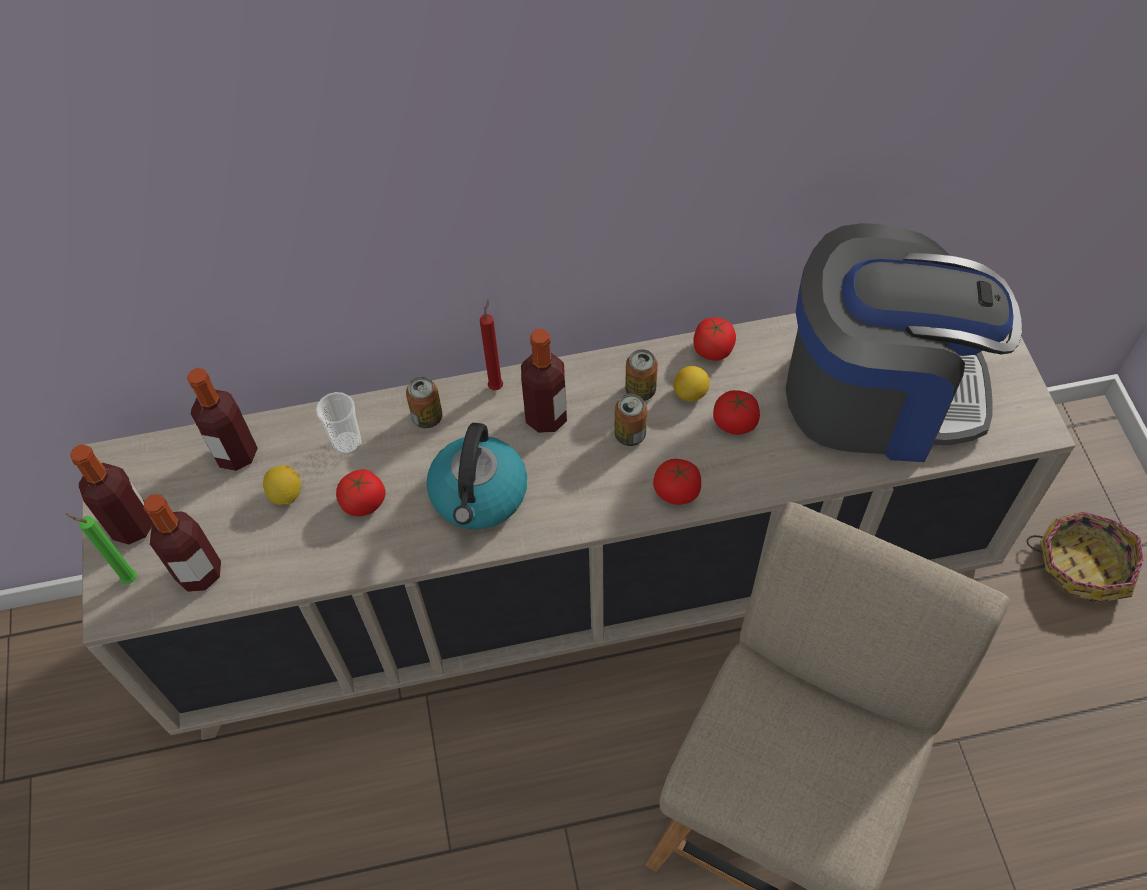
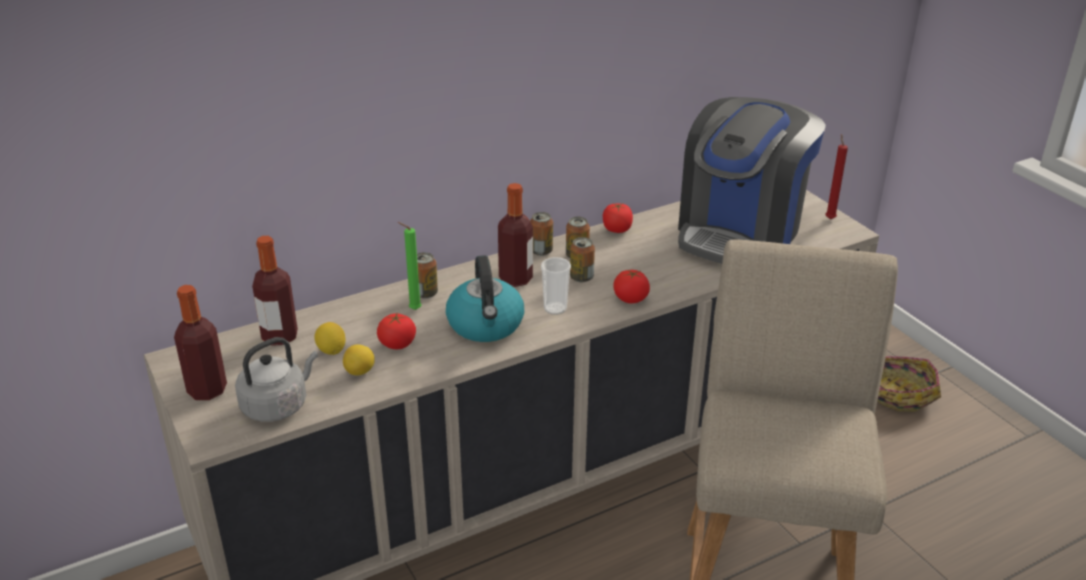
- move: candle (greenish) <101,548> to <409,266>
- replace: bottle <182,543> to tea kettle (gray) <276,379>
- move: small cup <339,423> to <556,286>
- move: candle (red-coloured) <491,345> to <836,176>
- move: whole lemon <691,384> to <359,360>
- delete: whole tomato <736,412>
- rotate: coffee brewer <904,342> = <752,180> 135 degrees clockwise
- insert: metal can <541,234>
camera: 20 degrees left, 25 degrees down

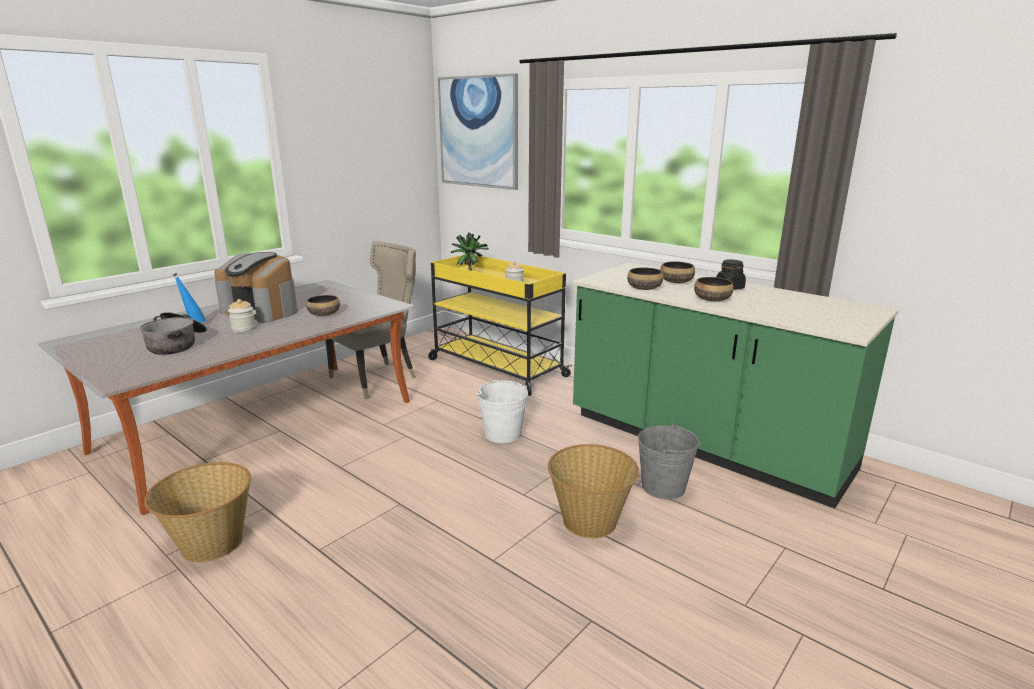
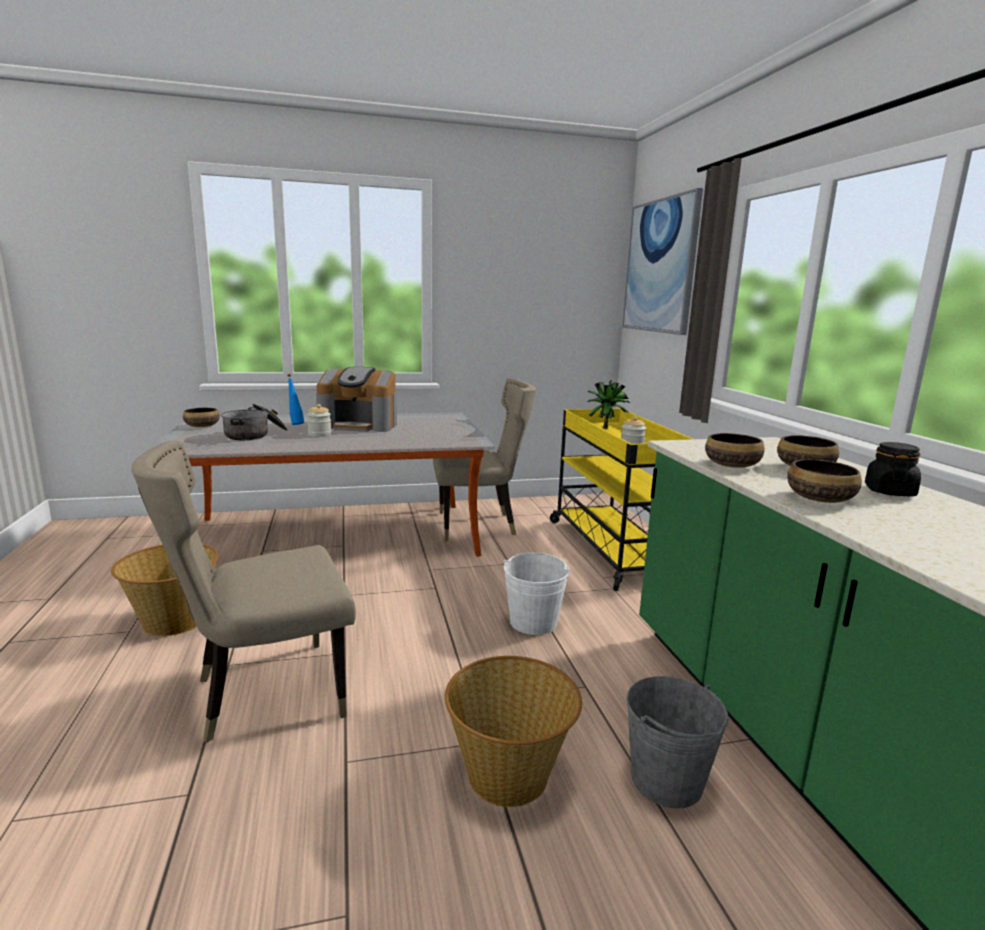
- rotate: coffee brewer <256,287> = <356,399> 60 degrees counterclockwise
- move: bowl <323,305> to <201,417>
- insert: plain chair (beige) <244,591>
camera: 35 degrees right, 5 degrees down

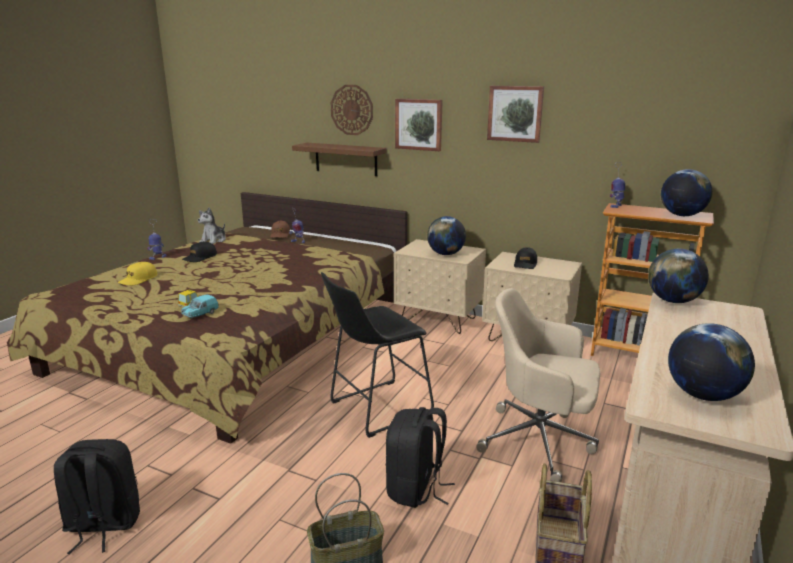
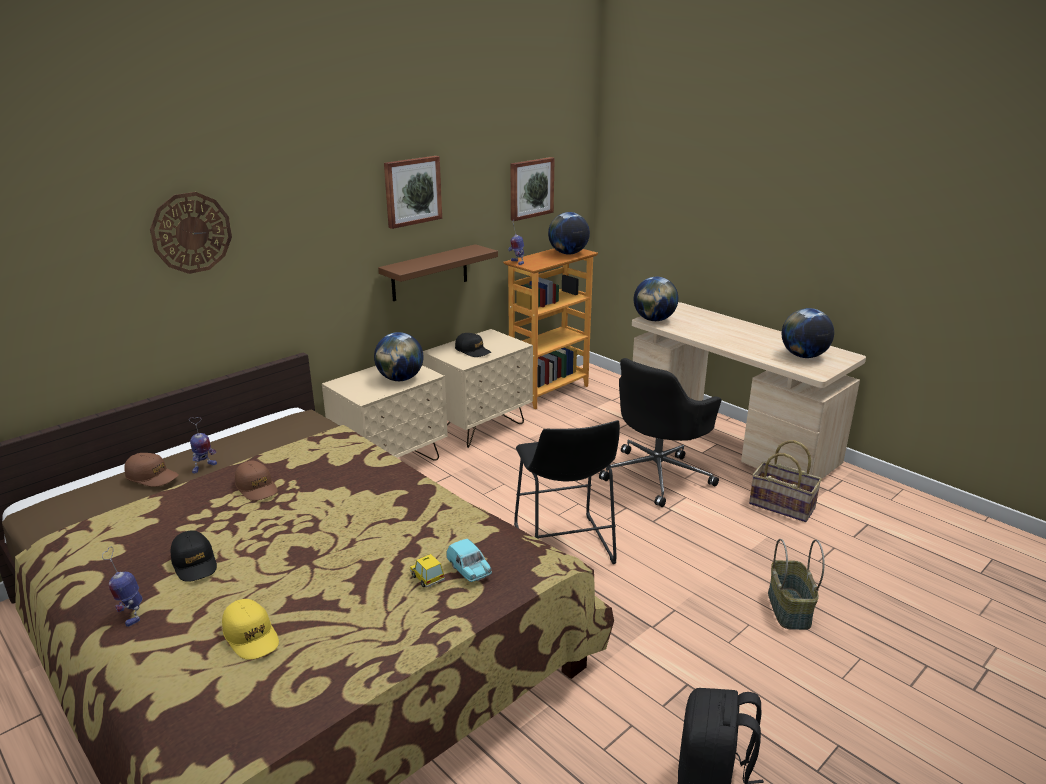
- delete: cuddly toy <212,225>
- move: wall shelf (brown) <339,159> to <438,272>
- delete: backpack (black) <420,457>
- move: picture <419,125> to <533,189>
- recolor: desk chair (beige) <538,385> to desk chair (black) <660,432>
- insert: baseball cap (brown) <256,481>
camera: 70 degrees left, 5 degrees up

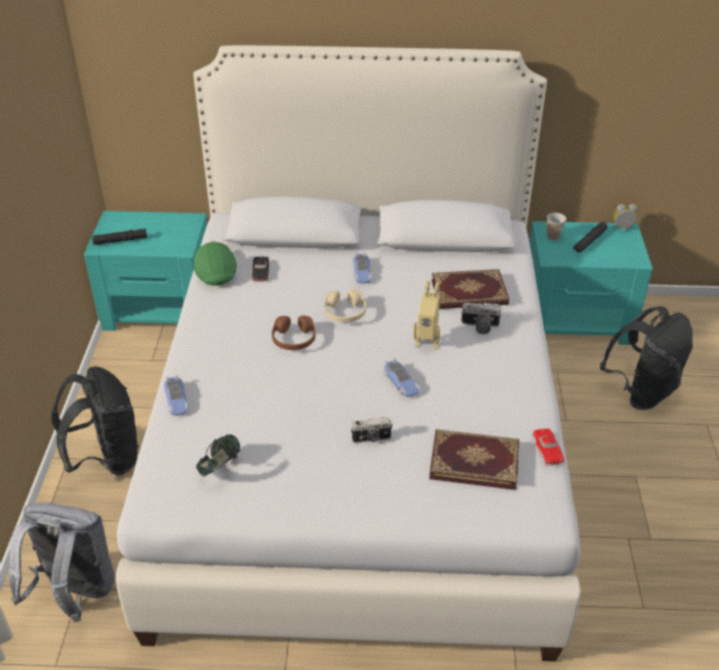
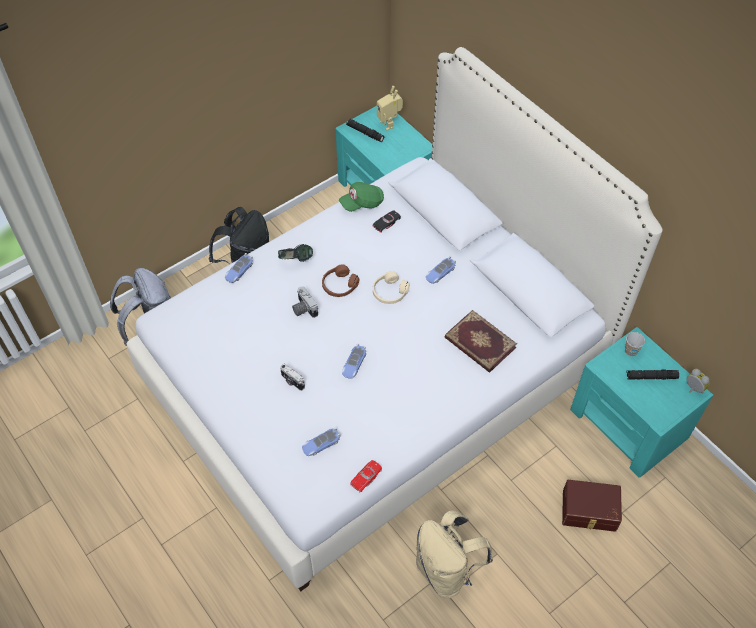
- rotate: baseball cap (greenish) <215,263> = <361,197> 150 degrees counterclockwise
- move: pair of headphones <218,455> to <295,253>
- move: toy robot <426,315> to <390,108>
- replace: bound book <474,459> to toy car <321,441>
- move: still camera <481,318> to <305,302>
- replace: backpack (black) <646,358> to storage bin (brown) <592,506>
- insert: backpack (beige) <454,554>
camera: 50 degrees right, 15 degrees up

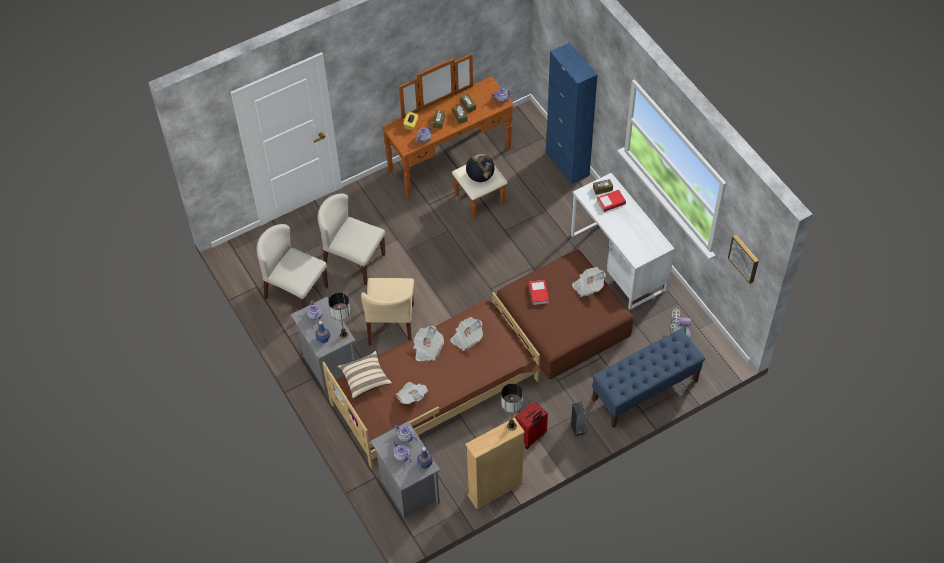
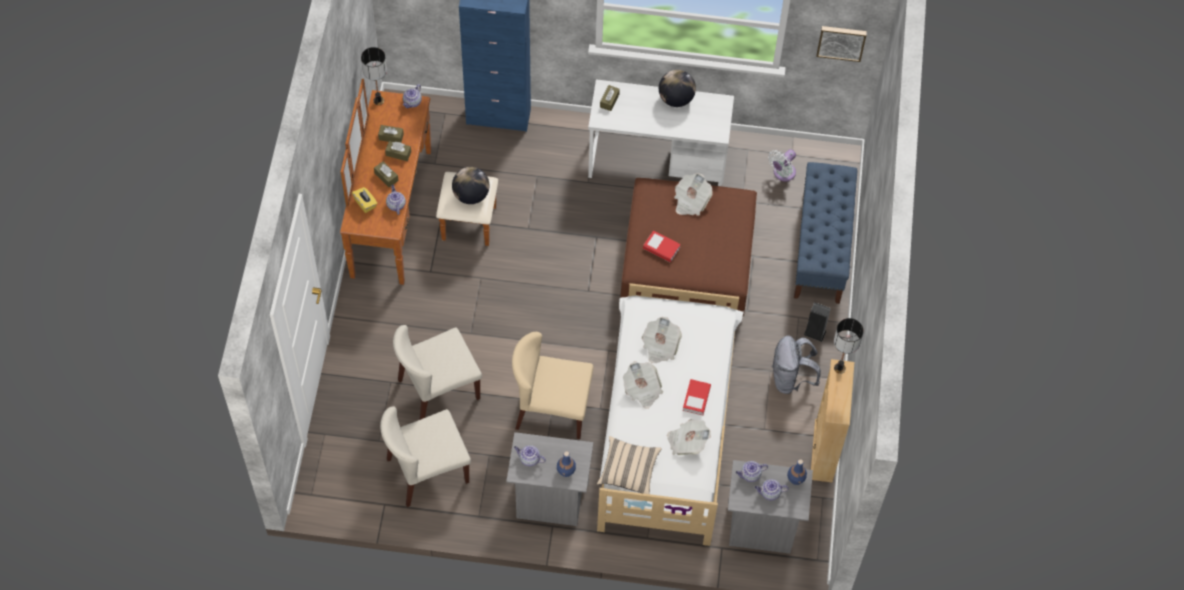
- recolor: bed (brown) <431,380> to bed (whitish) <670,414>
- move: lamp for a table <339,316> to <374,76>
- rotate: plain chair (beige) <387,312> = <553,385> 150 degrees clockwise
- replace: travel case (red-coloured) <531,425> to backpack (gray) <796,364>
- move: bound book <611,201> to <697,397>
- insert: globe <677,88>
camera: 55 degrees left, 5 degrees up

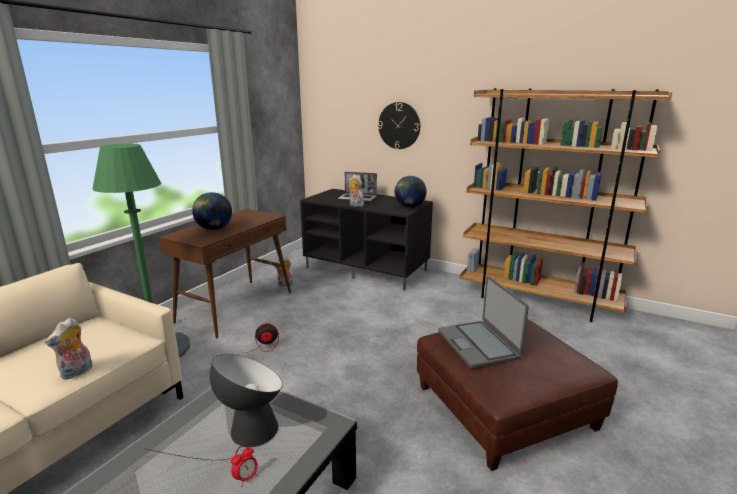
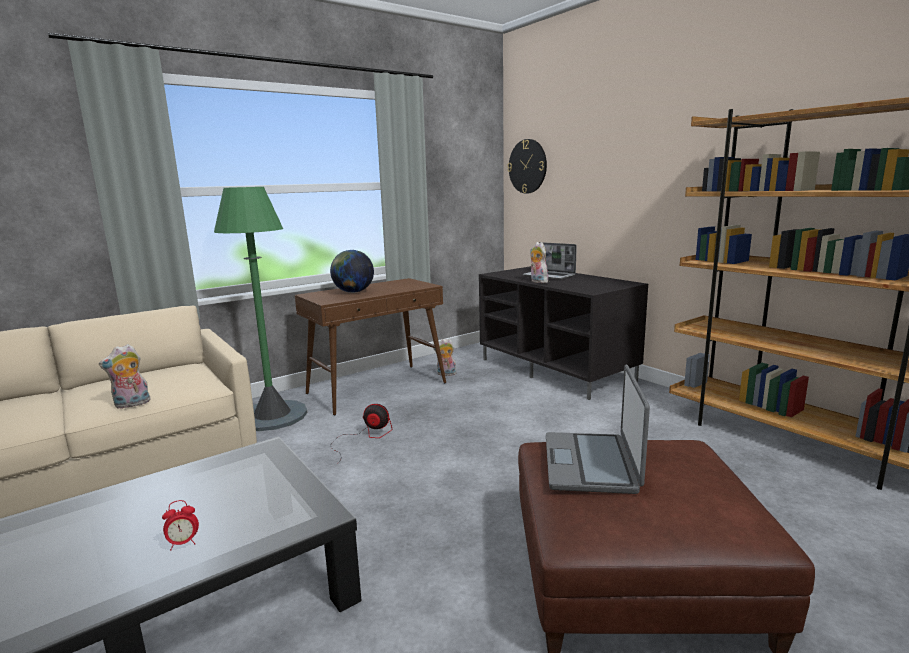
- delete: lamp for a table <213,407>
- move: wall clock <399,125> to <527,166>
- delete: globe <411,192>
camera: 25 degrees right, 5 degrees down

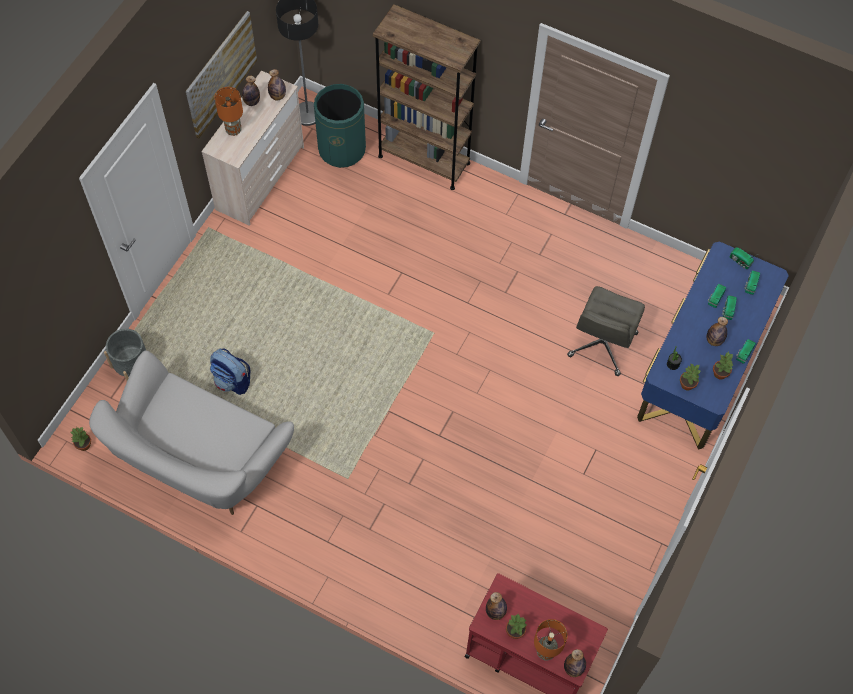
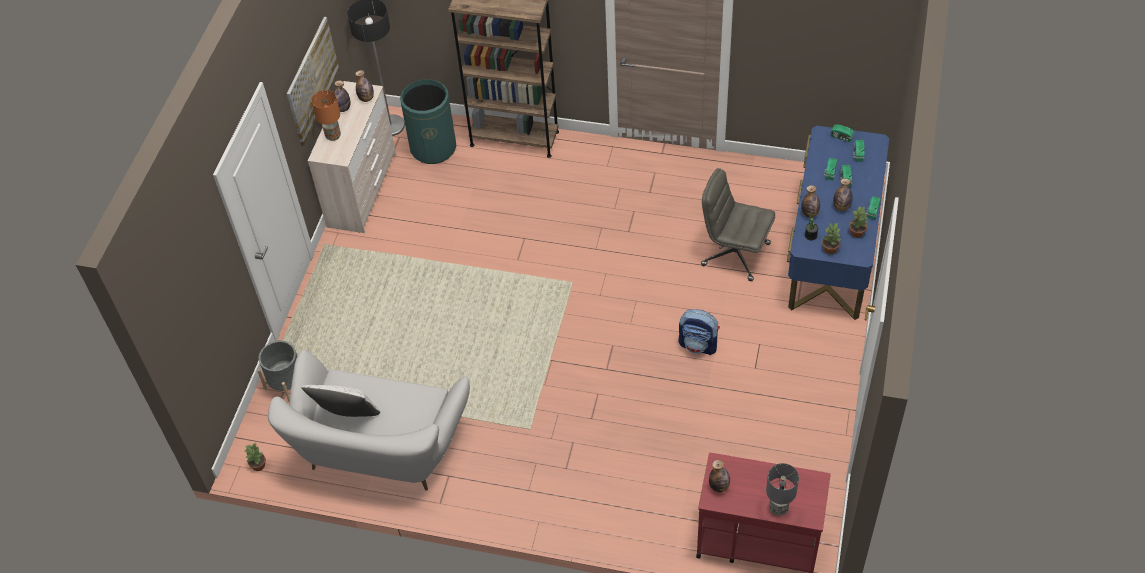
- move: backpack <230,372> to <699,332>
- delete: potted plant <516,626>
- recolor: lamp for a table (orangey) <551,640> to lamp for a table (gray) <782,489>
- move: bottle <575,663> to <810,201>
- rotate: desk chair (gray) <606,331> = <738,224> 105 degrees clockwise
- insert: throw pillow (whitish) <341,401>
camera: 10 degrees left, 10 degrees down

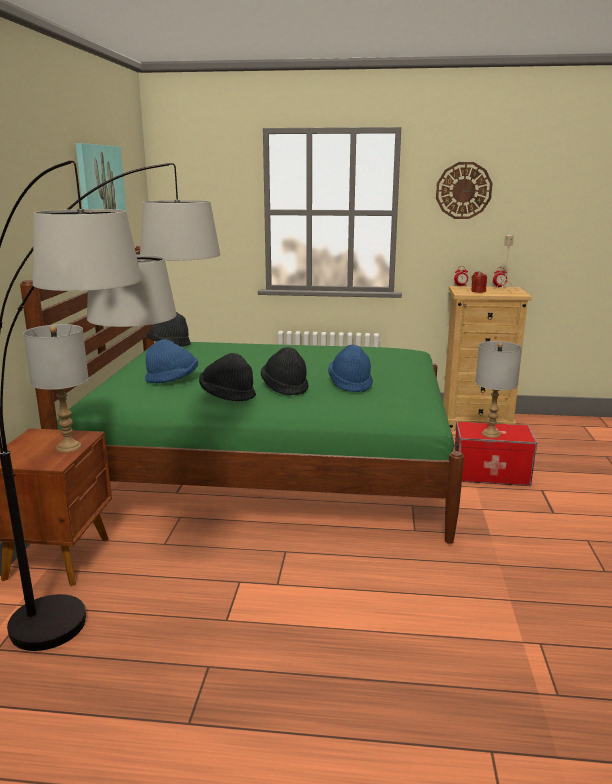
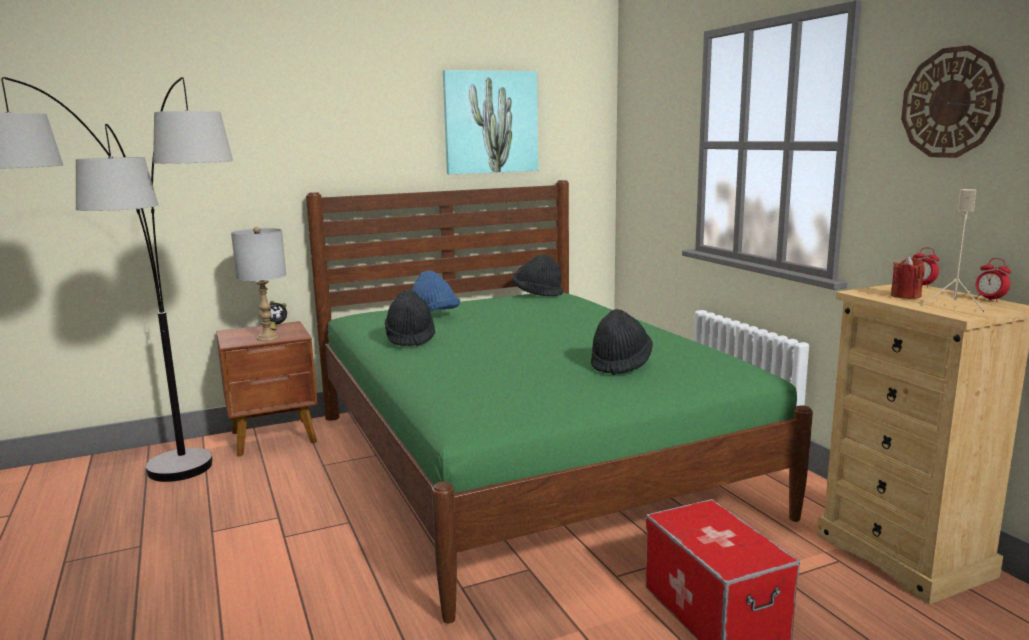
- move: wearable hat (black) <285,371> to <622,342>
- delete: wearable hat (blue-coloured) <350,368>
- delete: lamp for a table (gray) <498,389>
- insert: table clock <277,315>
camera: 60 degrees right, 5 degrees down

